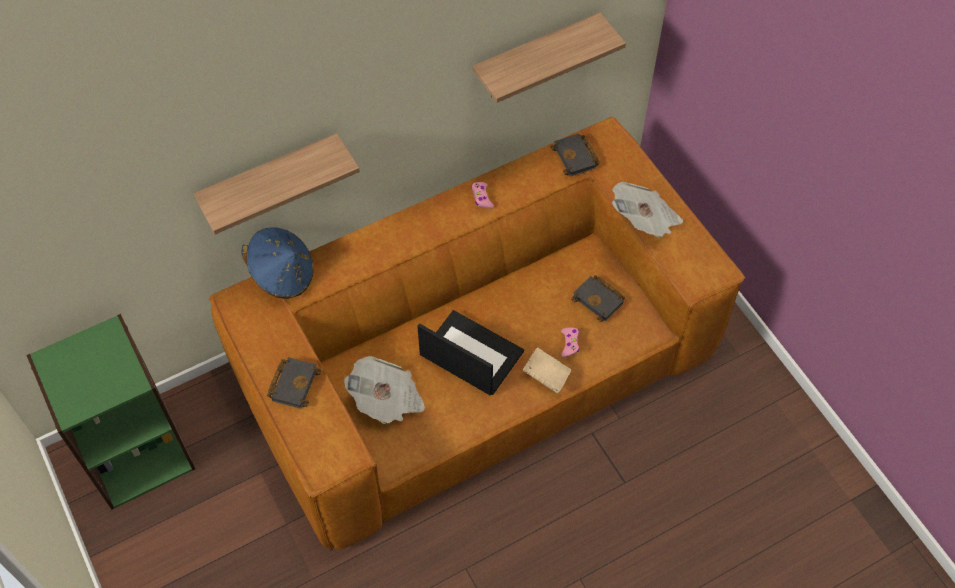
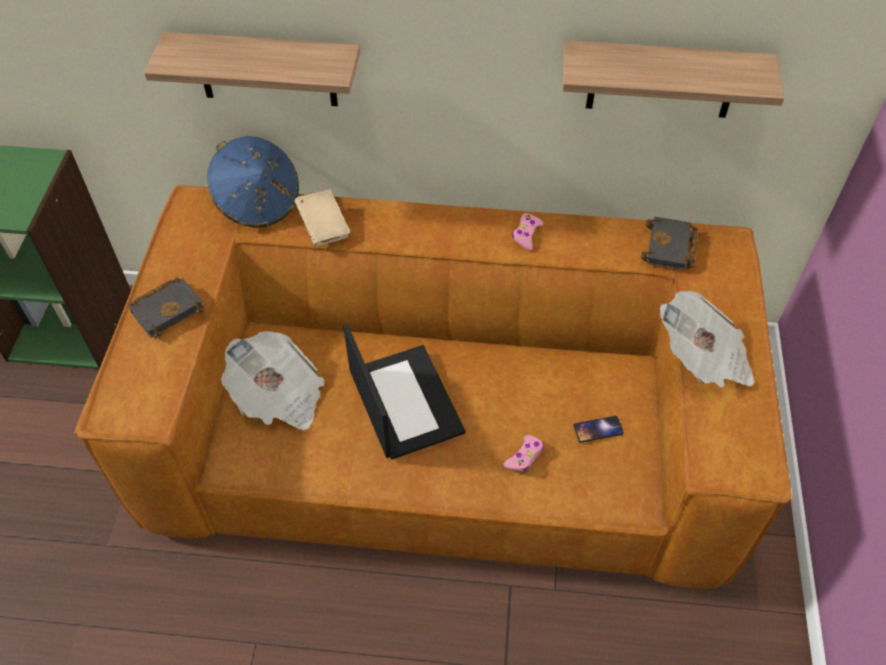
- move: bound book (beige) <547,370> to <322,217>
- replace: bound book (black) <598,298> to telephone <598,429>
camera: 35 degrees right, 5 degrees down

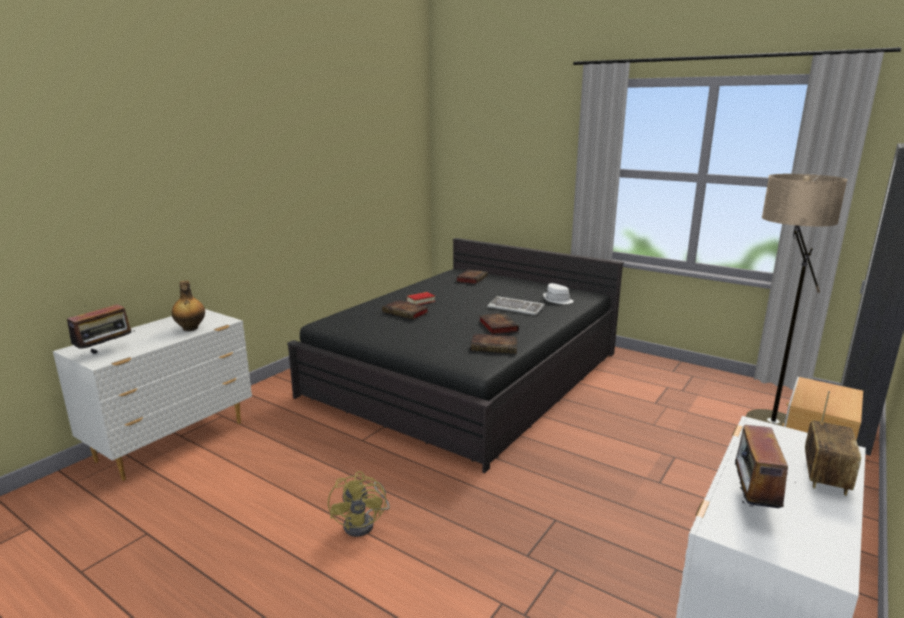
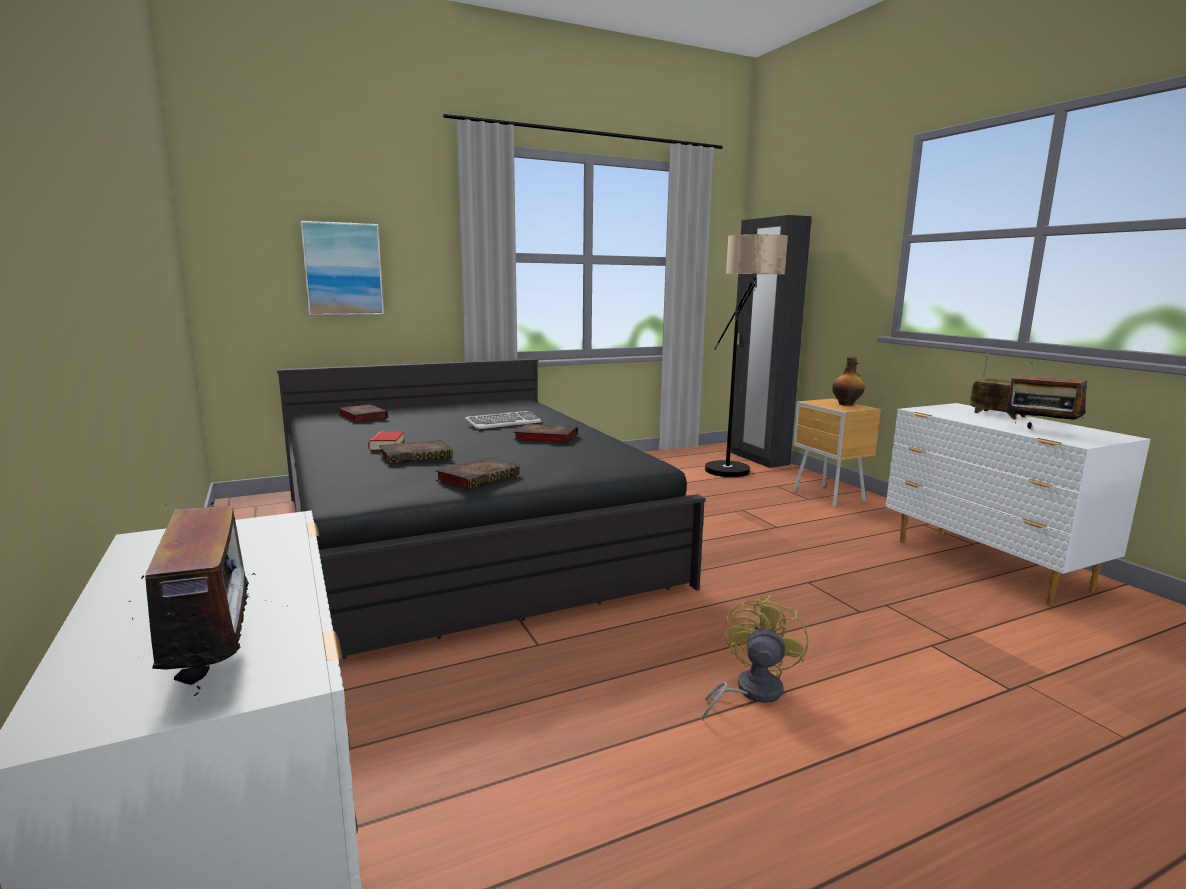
- move: bottle <188,305> to <848,381>
- rotate: cooling fan (yellowish) <359,504> = <755,658> 90 degrees counterclockwise
- move: bound book <494,344> to <477,473>
- delete: wearable hat (whitish) <558,293>
- insert: picture <342,268>
camera: 60 degrees left, 5 degrees down

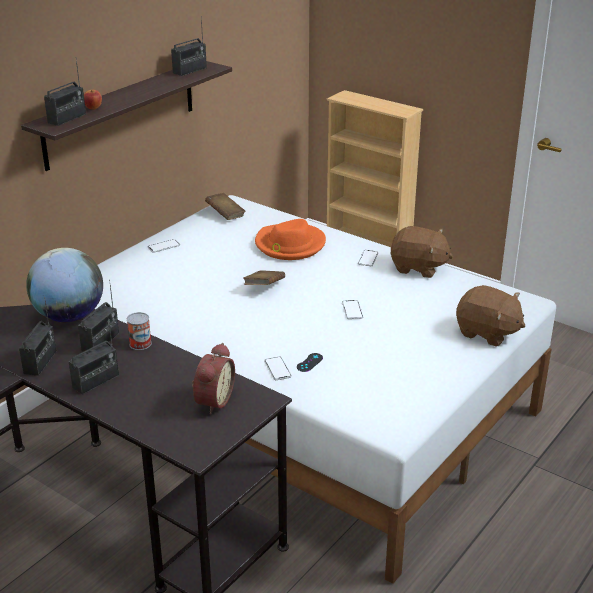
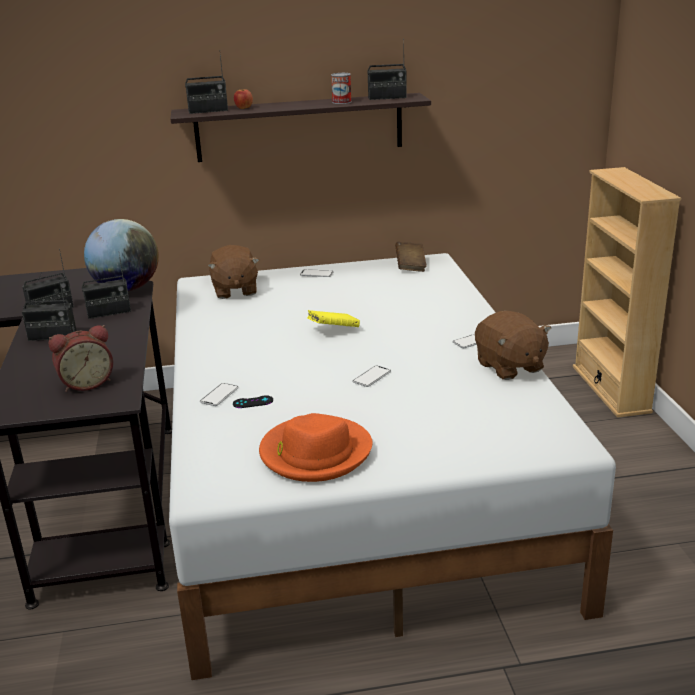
- move: metal can <139,331> to <341,88>
- recolor: bound book (brown) <264,277> to bound book (yellowish) <333,318>
- move: wearable hat (orangey) <290,239> to <316,447>
- move: cuddly toy (brown) <490,316> to <233,272>
camera: 45 degrees right, 5 degrees down

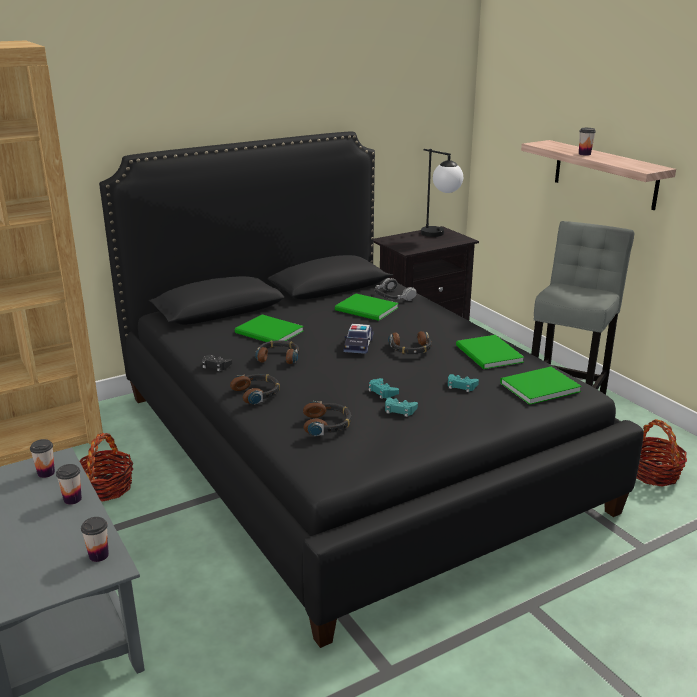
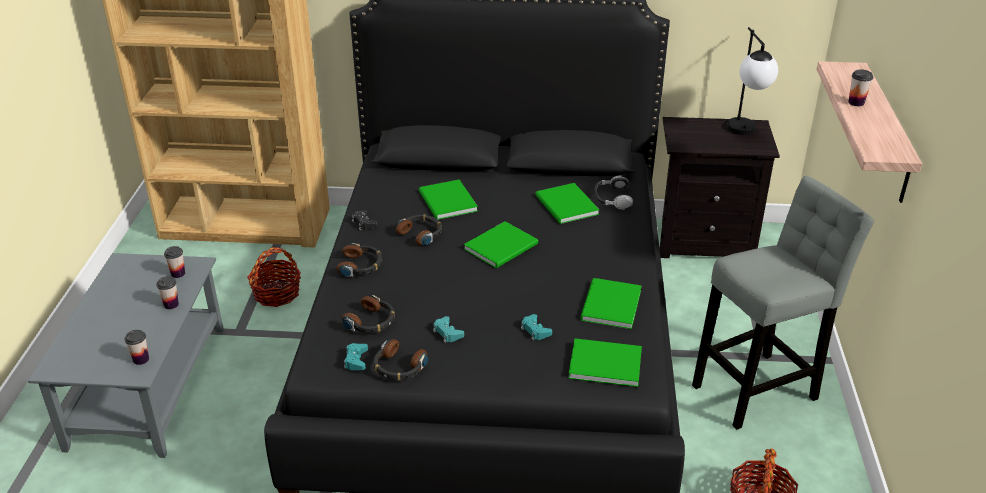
- replace: toy car <358,339> to bound book (greenish) <501,244>
- move: joypad (turquoise) <383,388> to <356,356>
- move: pair of headphones <410,342> to <400,360>
camera: 35 degrees right, 10 degrees up

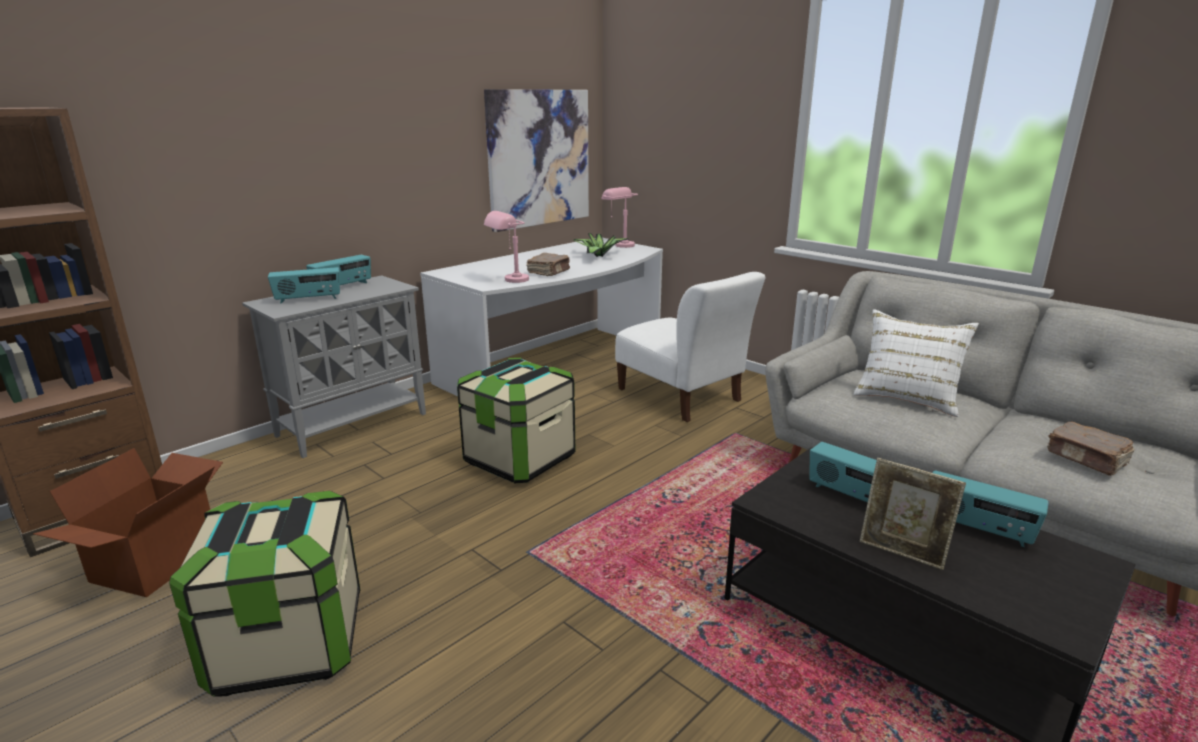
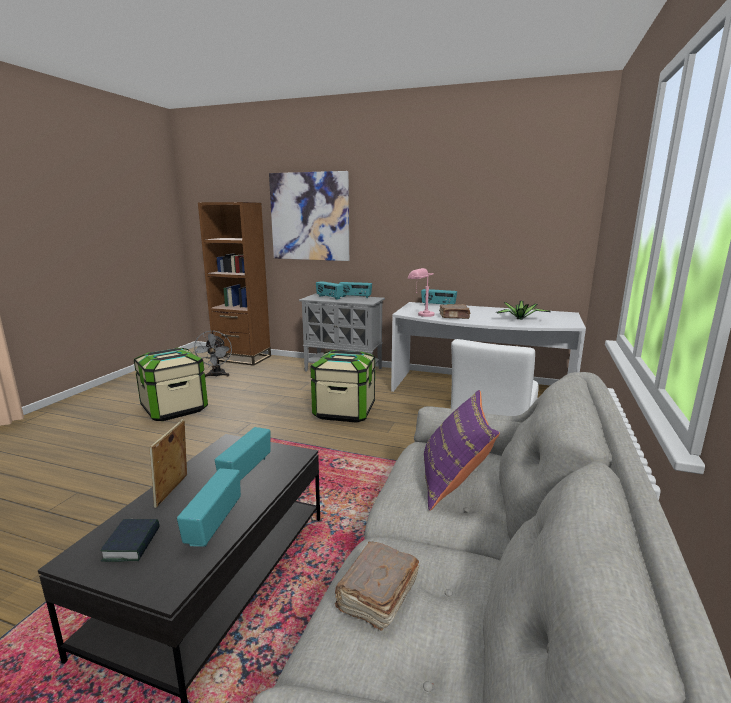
- replace: packing box <128,522> to cooling fan (gray) <212,353>
- move: picture <536,160> to <309,216>
- delete: lamp for a table (pink) <619,217>
- recolor: throw pillow (whitish) <916,363> to throw pillow (purple) <462,450>
- insert: bound book <129,540>
- insert: radio receiver <439,297>
camera: 65 degrees right, 5 degrees down

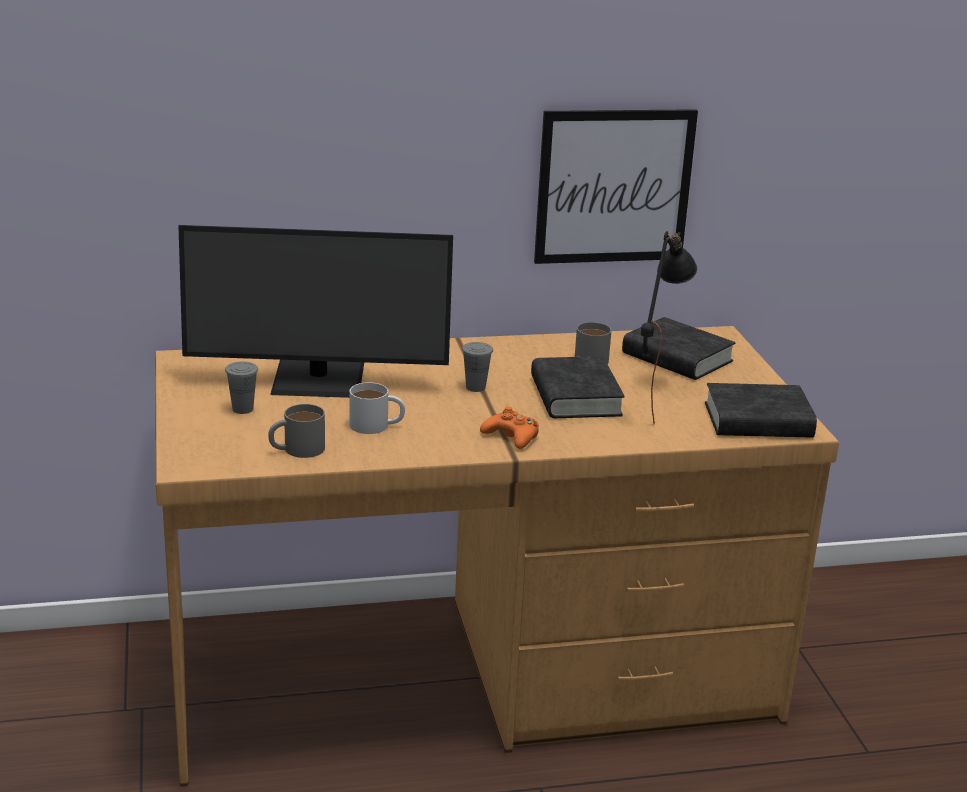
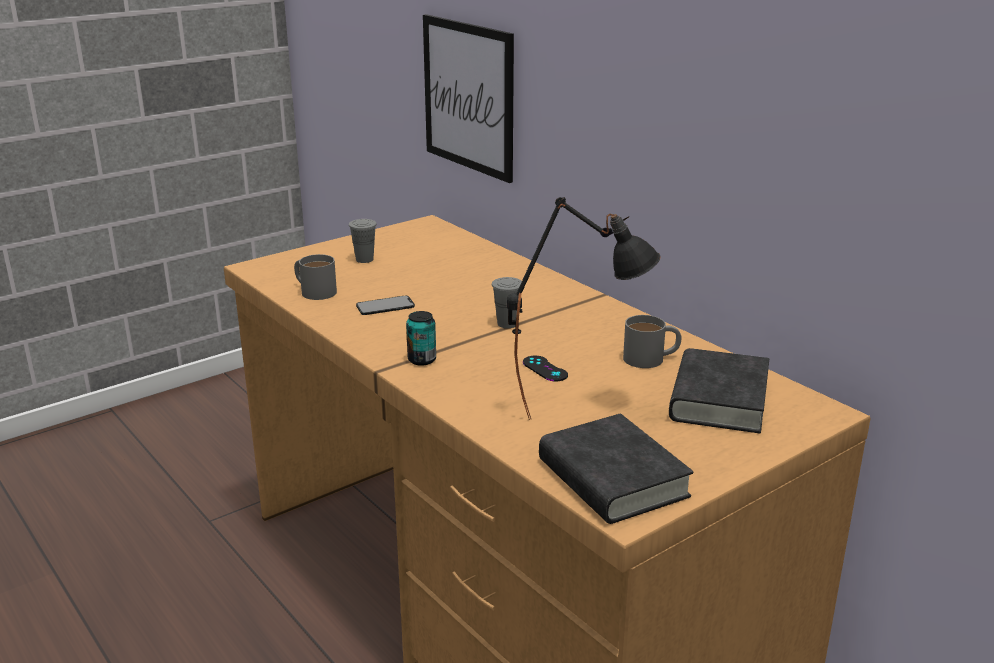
- delete: monitor <315,311>
- replace: coffee mug (whitish) <377,408> to telephone <385,305>
- replace: joypad (orangey) <509,427> to metal can <421,338>
- replace: bound book (black) <578,387> to joypad (black) <545,368>
- move: picture <616,186> to <468,98>
camera: 65 degrees right, 0 degrees up

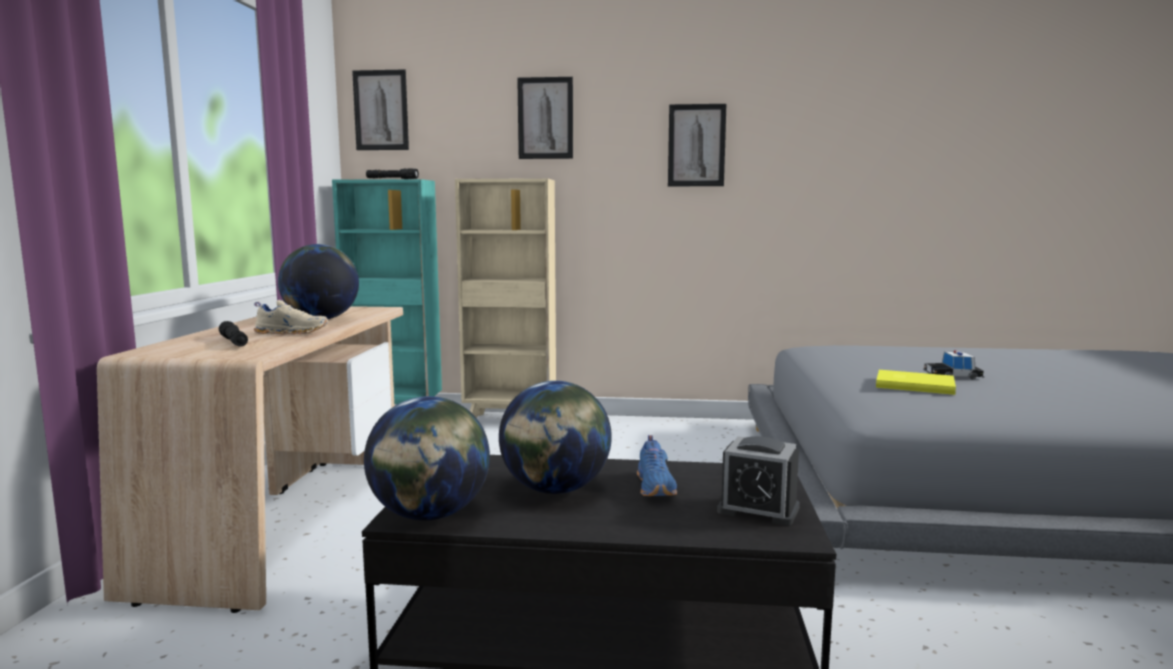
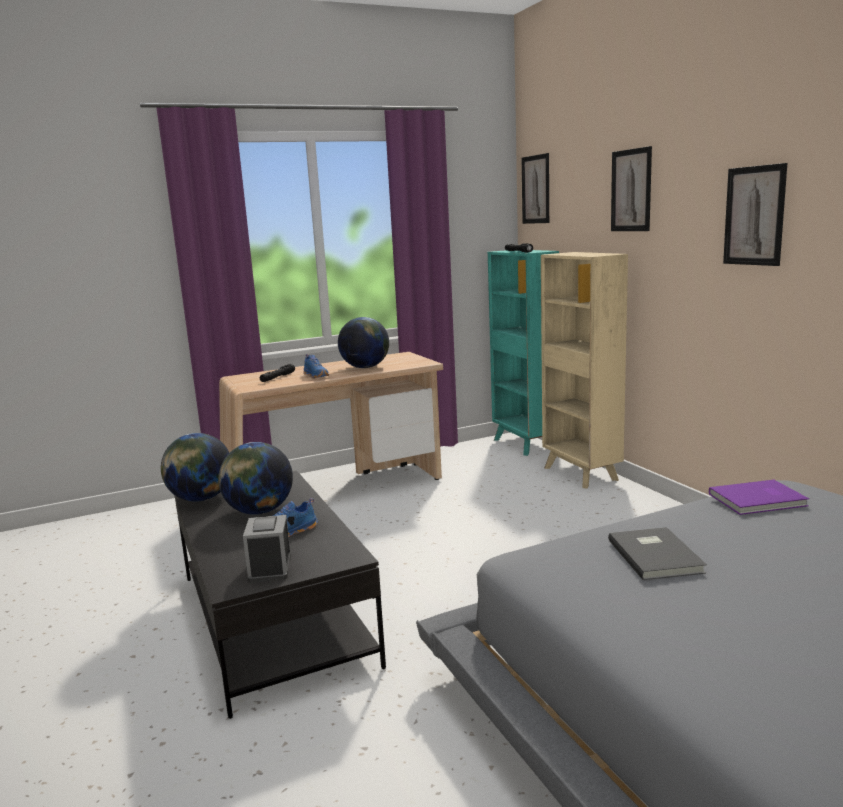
- recolor: low shoe (beige) <291,317> to low shoe (blue-coloured) <316,366>
- recolor: bound book (yellowish) <916,382> to bound book (gray) <657,553>
- delete: toy car <954,365>
- insert: bound book (purple) <759,497>
camera: 60 degrees right, 5 degrees up

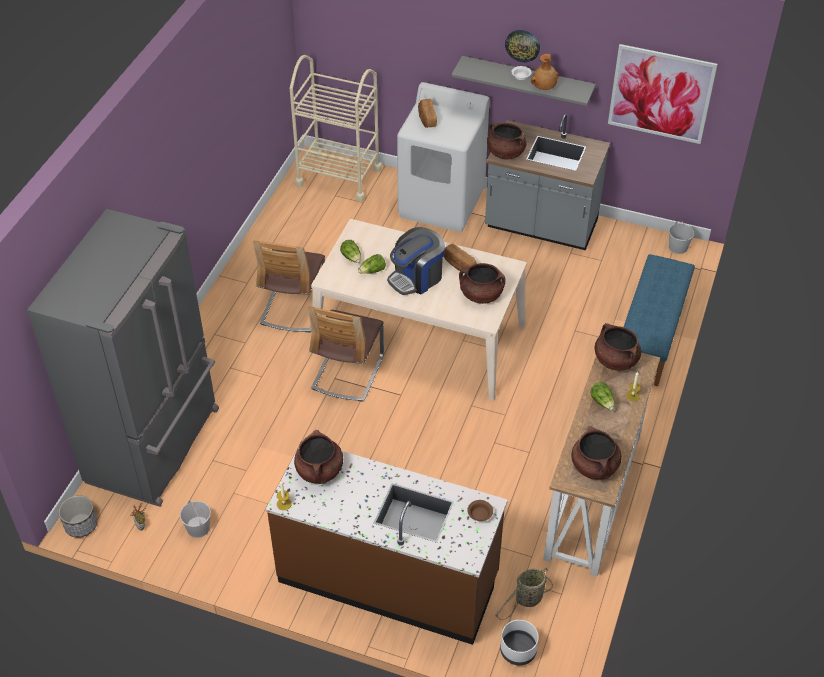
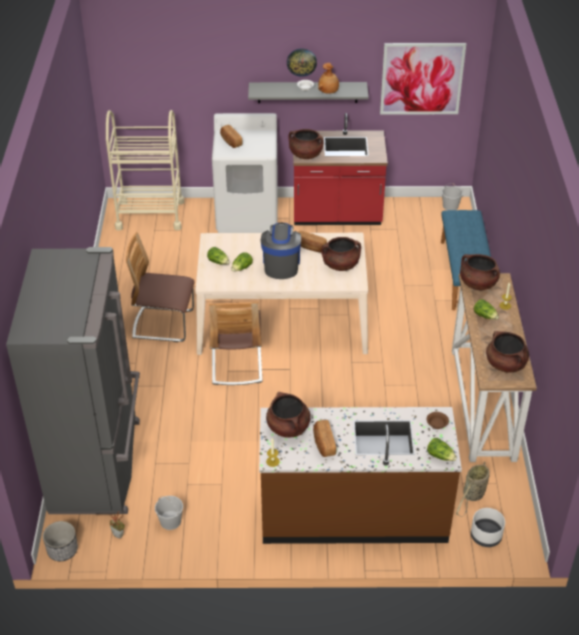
- rotate: plain chair <289,286> = <160,287> 105 degrees clockwise
- rotate: coffee brewer <416,261> = <281,250> 150 degrees clockwise
- recolor: counter (gray) <547,182> to counter (red-coloured) <340,169>
- insert: bakery bread <324,438>
- insert: head of lettuce <442,449>
camera: 20 degrees left, 5 degrees down

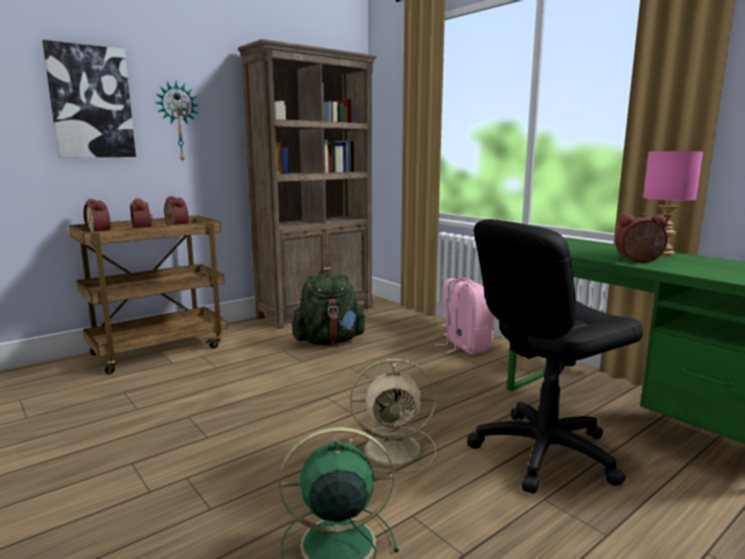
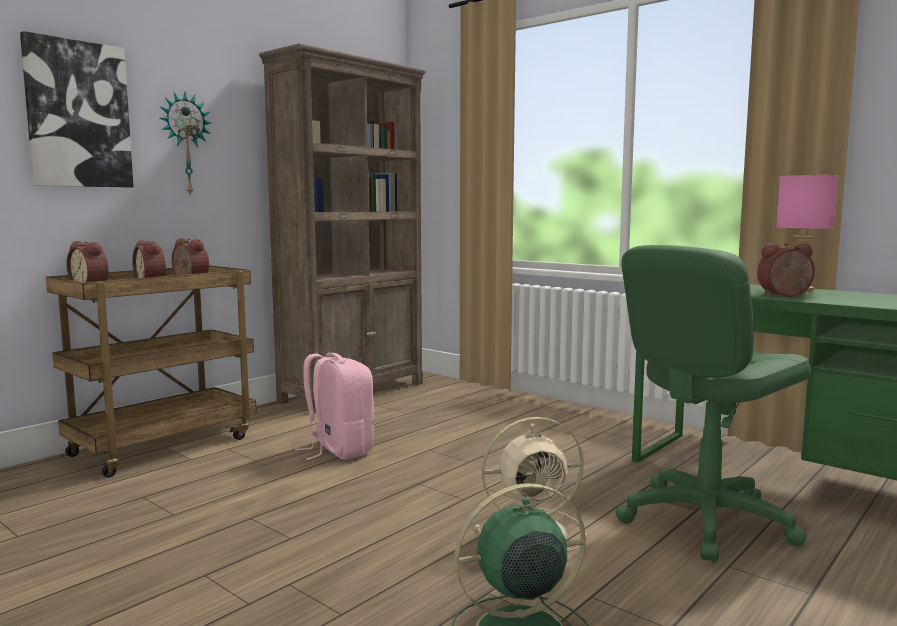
- delete: backpack (greenish) <329,309>
- move: backpack (pink) <464,316> to <334,406>
- recolor: desk chair (black) <555,356> to desk chair (greenish) <713,403>
camera: 10 degrees left, 5 degrees down

